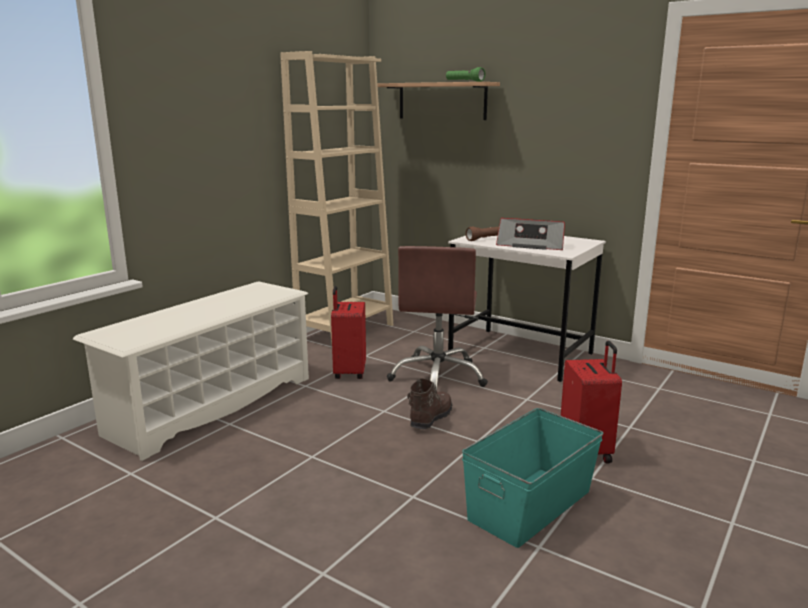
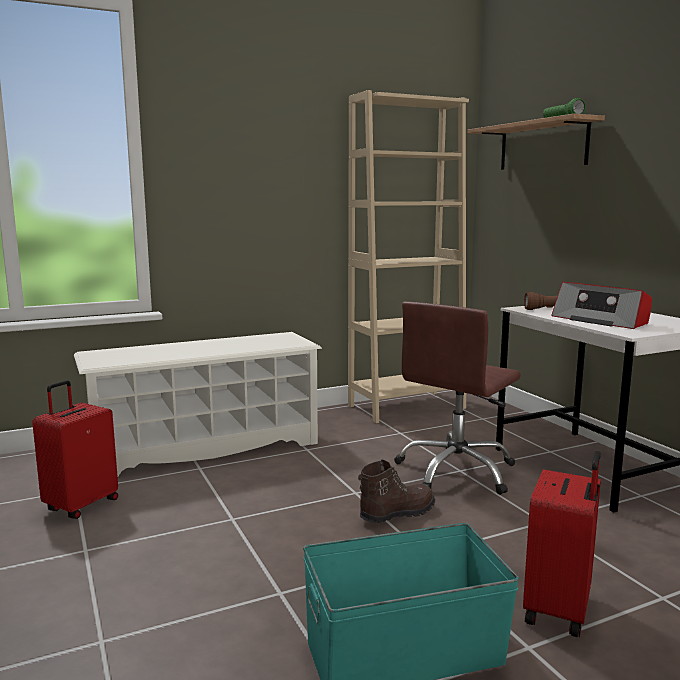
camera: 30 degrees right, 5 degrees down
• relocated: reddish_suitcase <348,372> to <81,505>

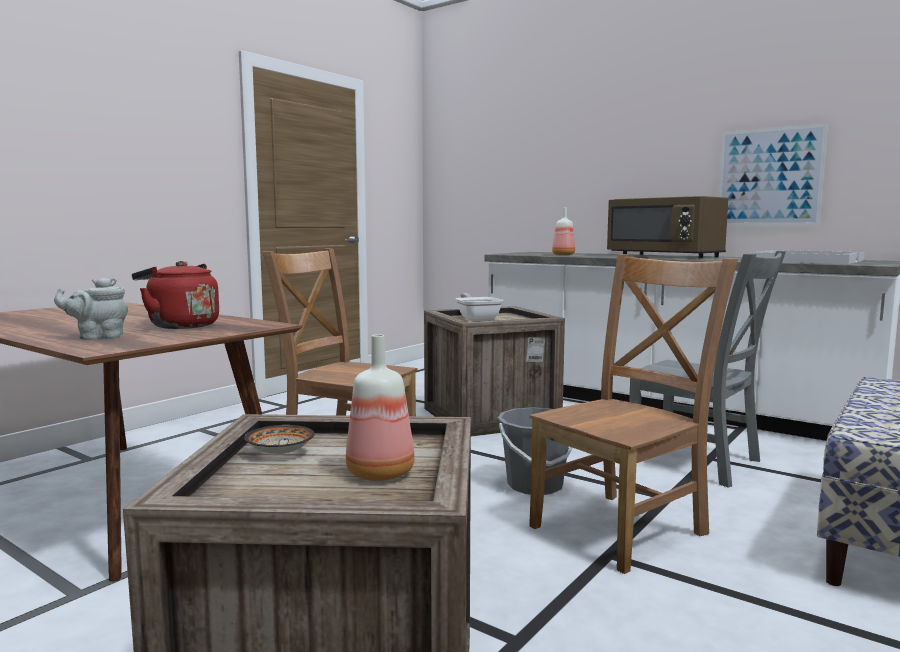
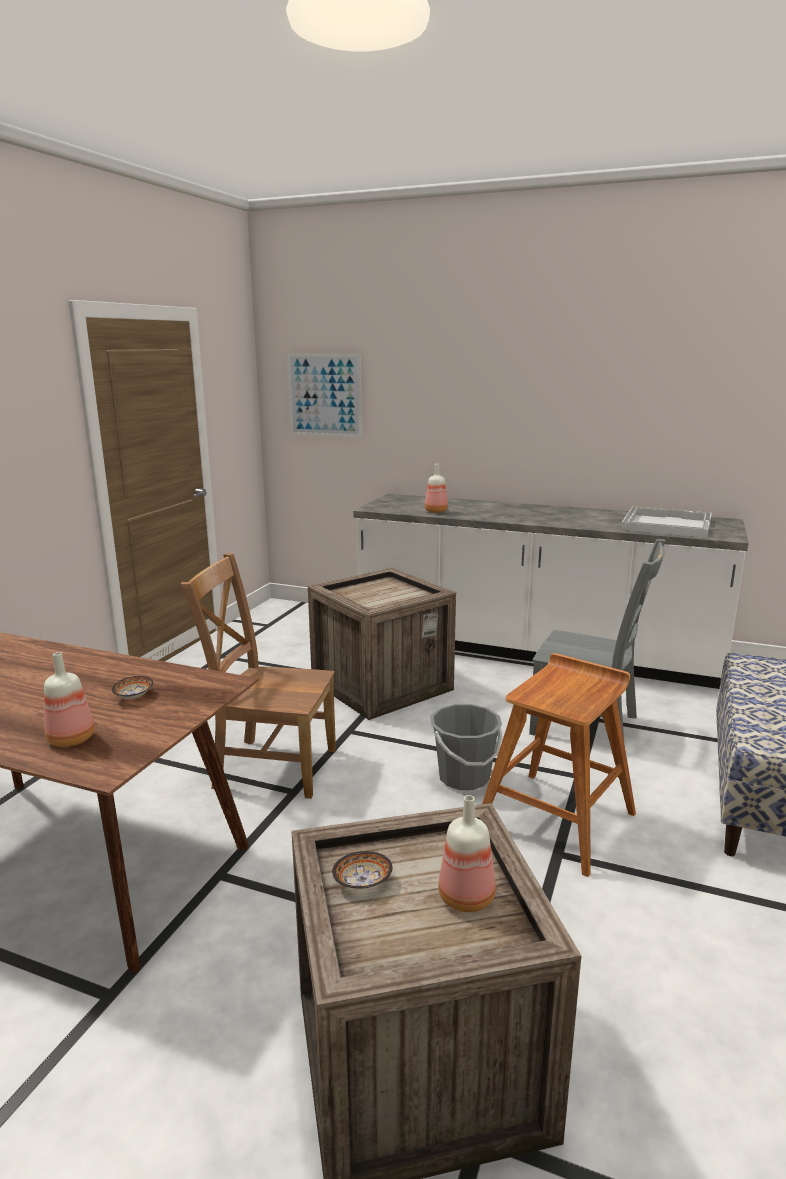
camera: 15 degrees left, 10 degrees up
• exchanged: gray_pot_for_tea <98,337> to bottle <73,739>
• exchanged: reddish_tea_kettle <180,326> to serving_bowl <134,697>
• relocated: wall_art <769,177> to <324,395>
• exchanged: brown-coloured_plain_chair <623,528> to brown-coloured_stool <557,819>
• missing: skillet <477,319>
• missing: brown-coloured_microwave_oven <665,256>

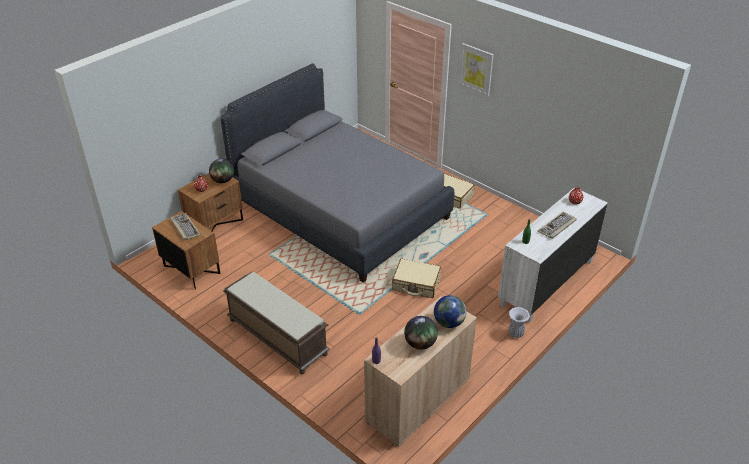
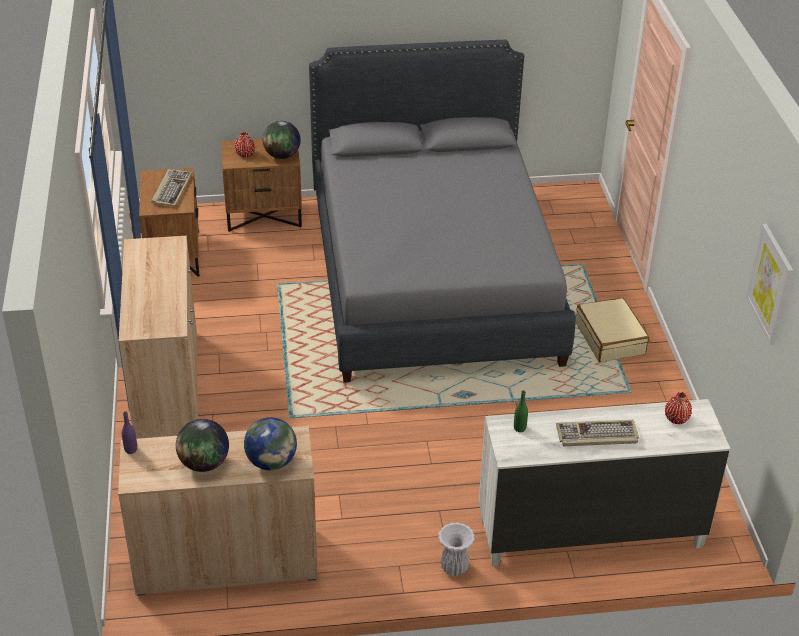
camera: 40 degrees right, 0 degrees up
• exchanged: brown-coloured_bench <276,337> to beige_cupboard <167,385>
• relocated: wall_art <476,69> to <770,284>
• missing: beige_suitcase <416,284>

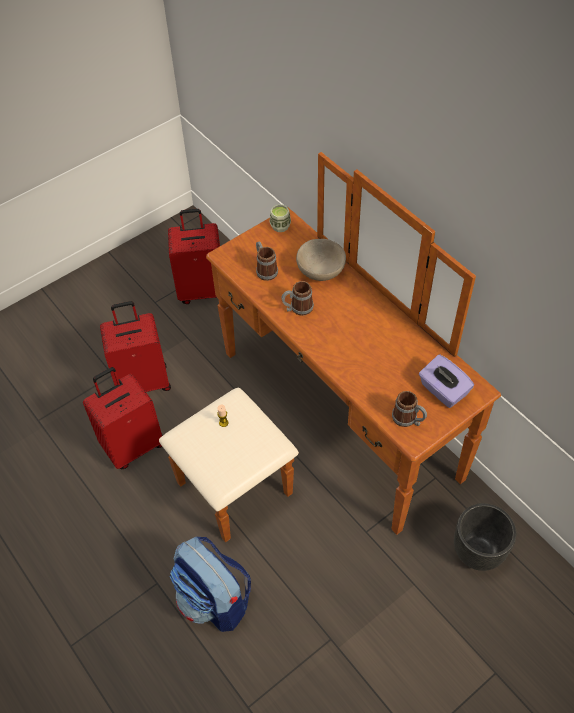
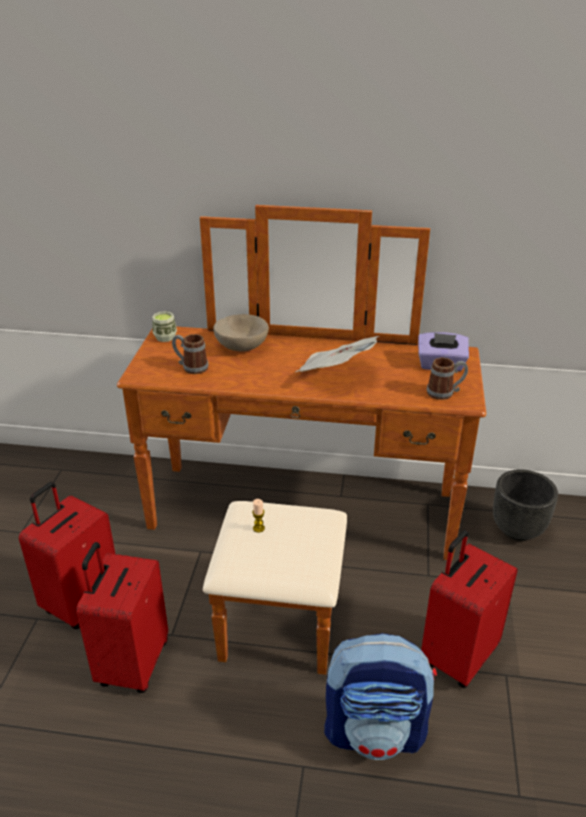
camera: 45 degrees left, 20 degrees down
• appeared: printed_paper <335,373>
• relocated: reddish_suitcase <202,290> to <457,656>
• missing: coffee_mug <297,308>

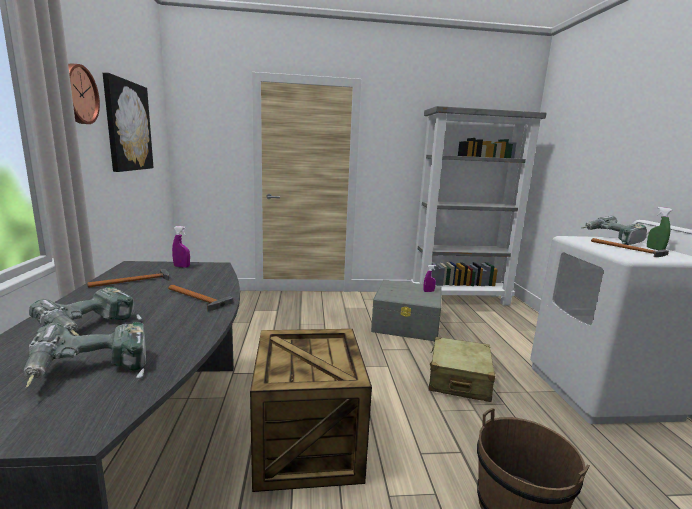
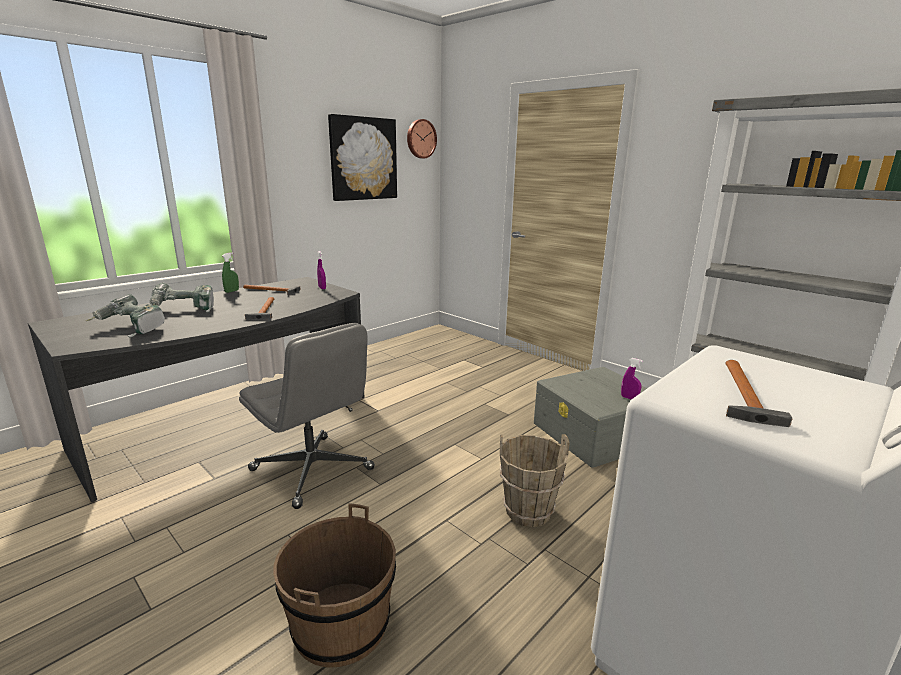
camera: 50 degrees right, 5 degrees up
• relocated: green-coloured_hand_sprayer <655,249> to <232,291>
• exchanged: packing_crate <309,443> to gray_desk_chair <313,470>
• relocated: hanging_clock <77,94> to <420,139>
• exchanged: beige_suitcase <458,379> to brown-coloured_bucket <528,512>
• missing: electric_drill <610,240>

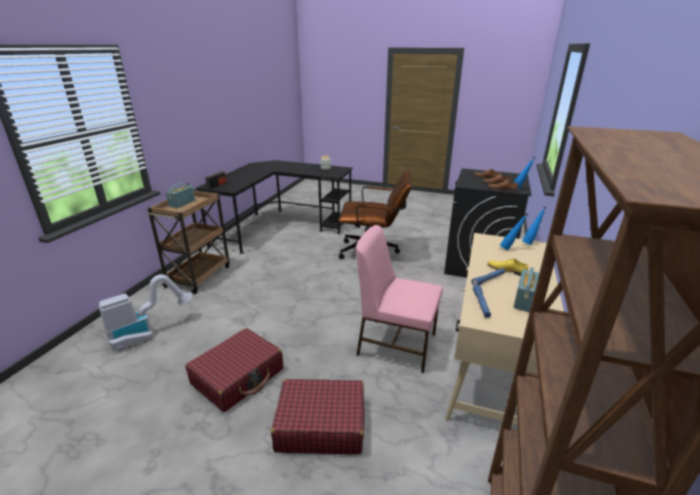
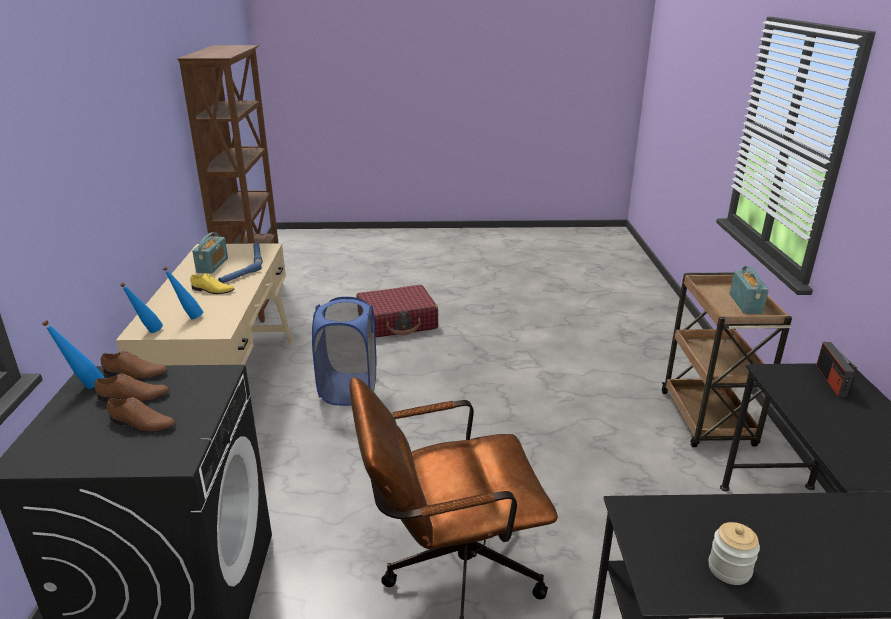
camera: 160 degrees right, 0 degrees up
• exchanged: pink-coloured_plain_chair <395,343> to blue-coloured_hamper <348,389>
• missing: hoover <147,333>
• missing: reddish_suitcase <238,376>

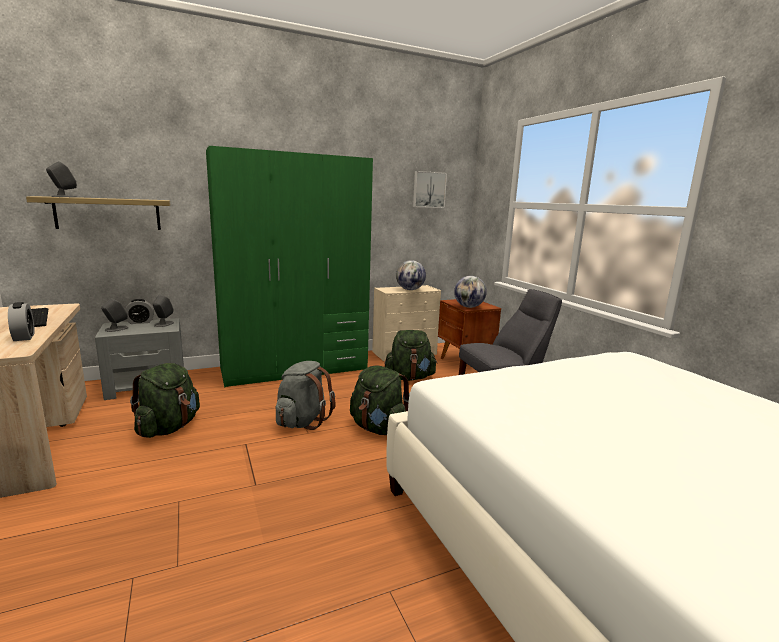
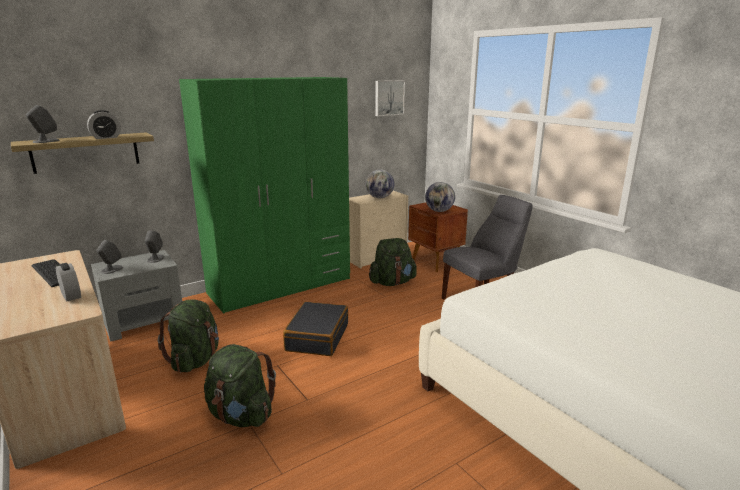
camera: 10 degrees left, 5 degrees up
• relocated: table_clock <140,322> to <106,137>
• relocated: green-coloured_knapsack <378,428> to <241,415>
• exchanged: gray_knapsack <303,421> to blackish_suitcase <317,337>

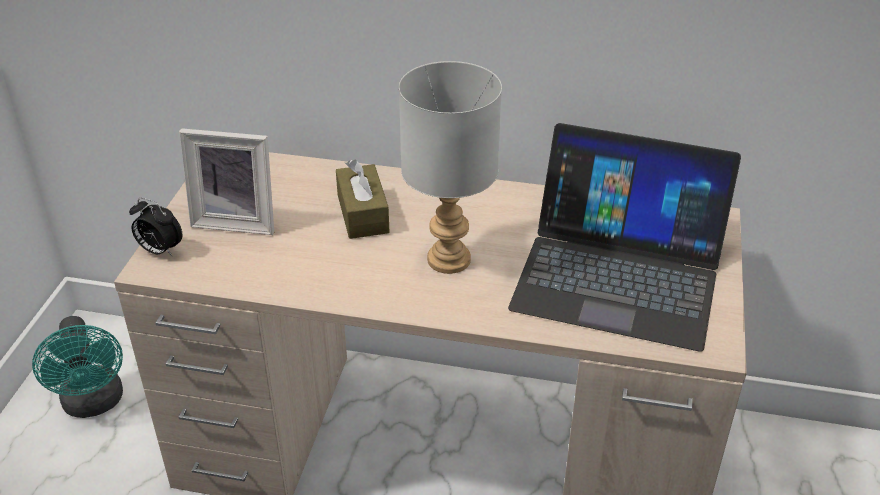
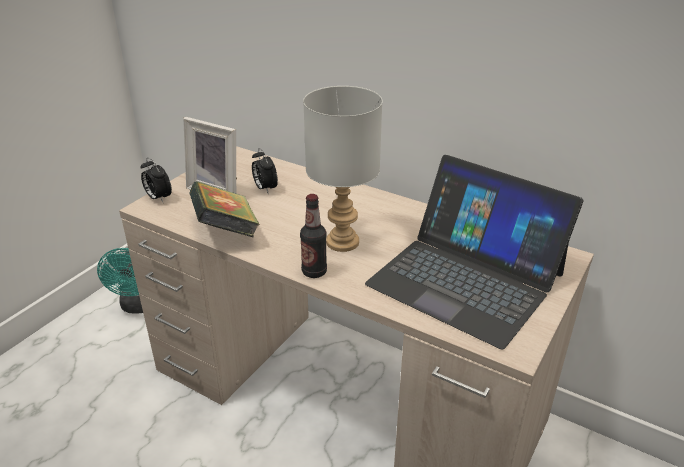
camera: 20 degrees right, 5 degrees down
• appeared: bound_book <226,231>
• appeared: table_clock <265,188>
• appeared: bottle <314,272>
• missing: brown-coloured_box_of_tissues <363,214>

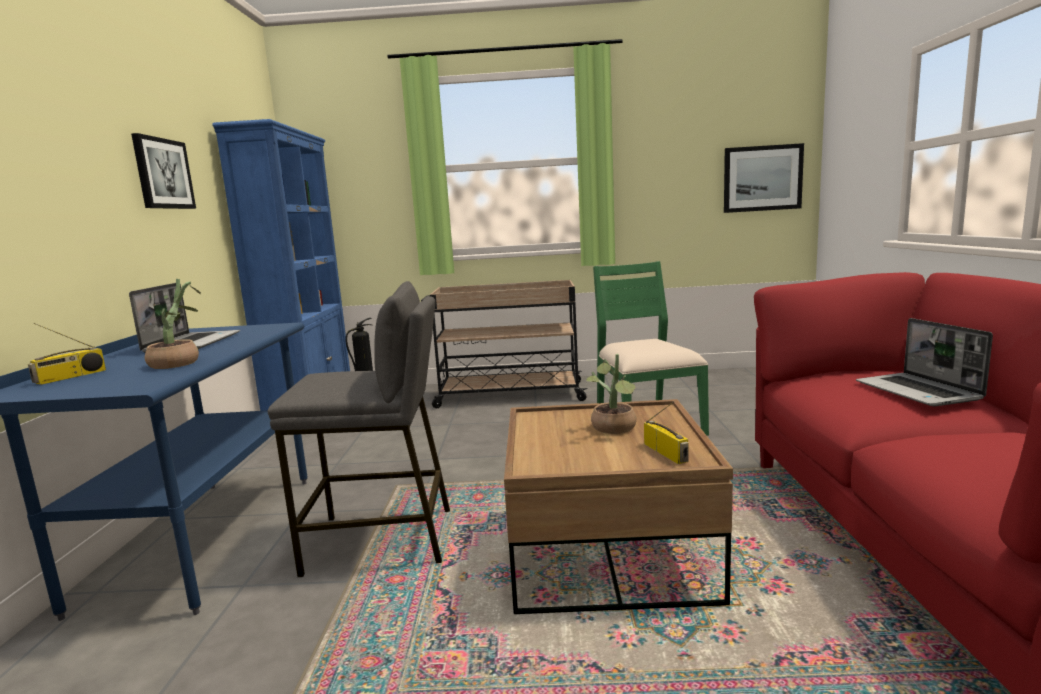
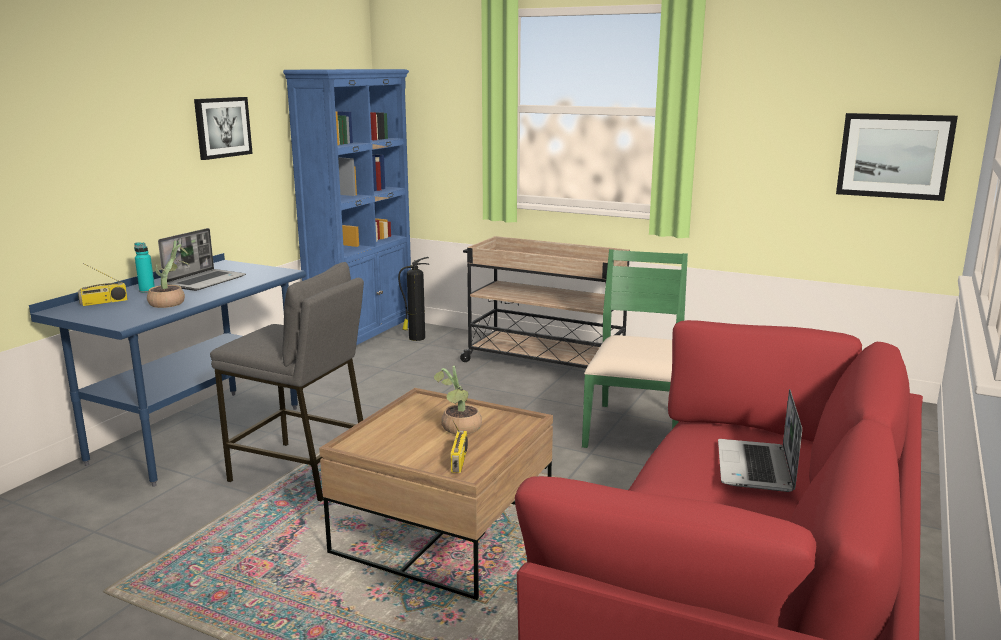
camera: 25 degrees right, 5 degrees up
• appeared: turquoise_bottle <147,291>

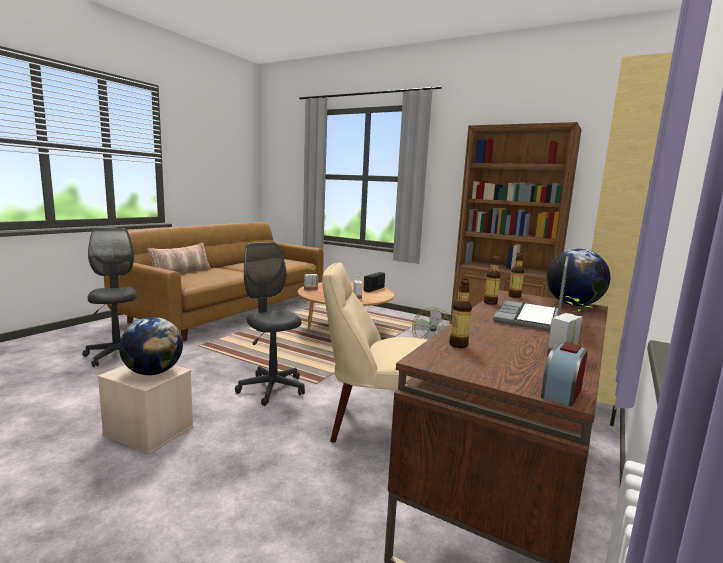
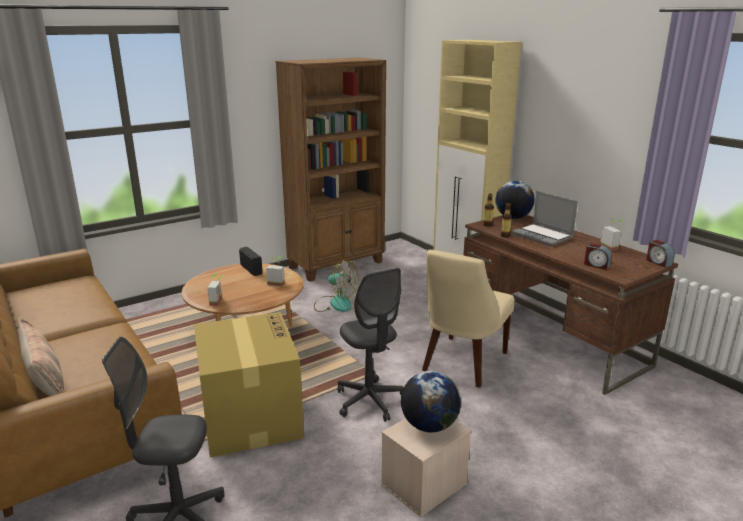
camera: 65 degrees left, 10 degrees up
• appeared: cardboard_box <250,416>
• spun: gray_desk_chair <272,388> = <370,401> 105 degrees counterclockwise
• exchanged: bottle <458,345> to table_clock <596,265>

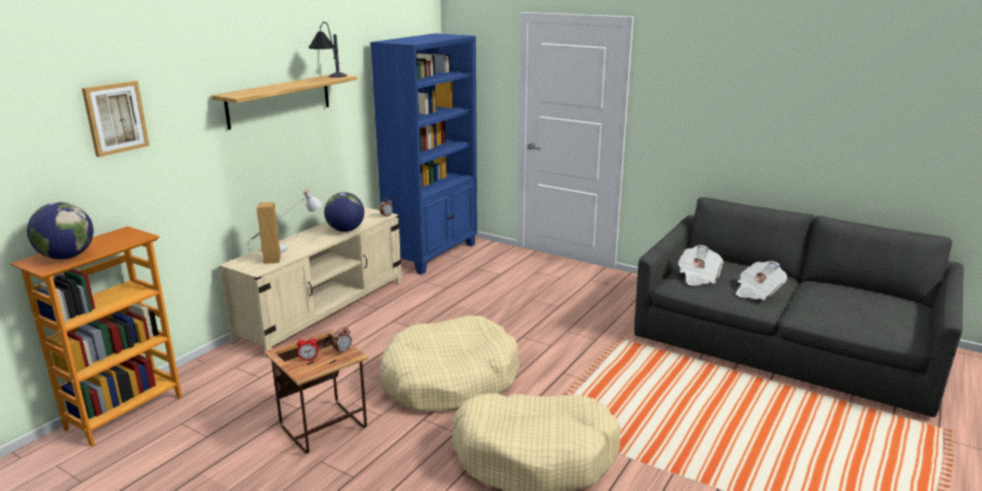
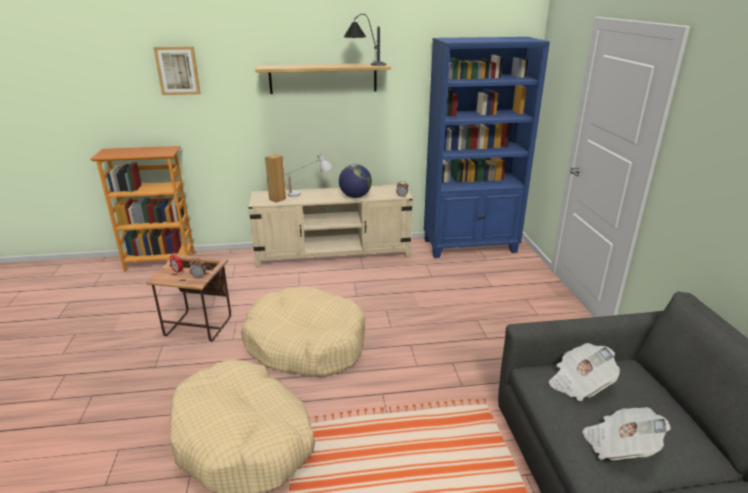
camera: 50 degrees right, 5 degrees up
• missing: globe <67,257>

